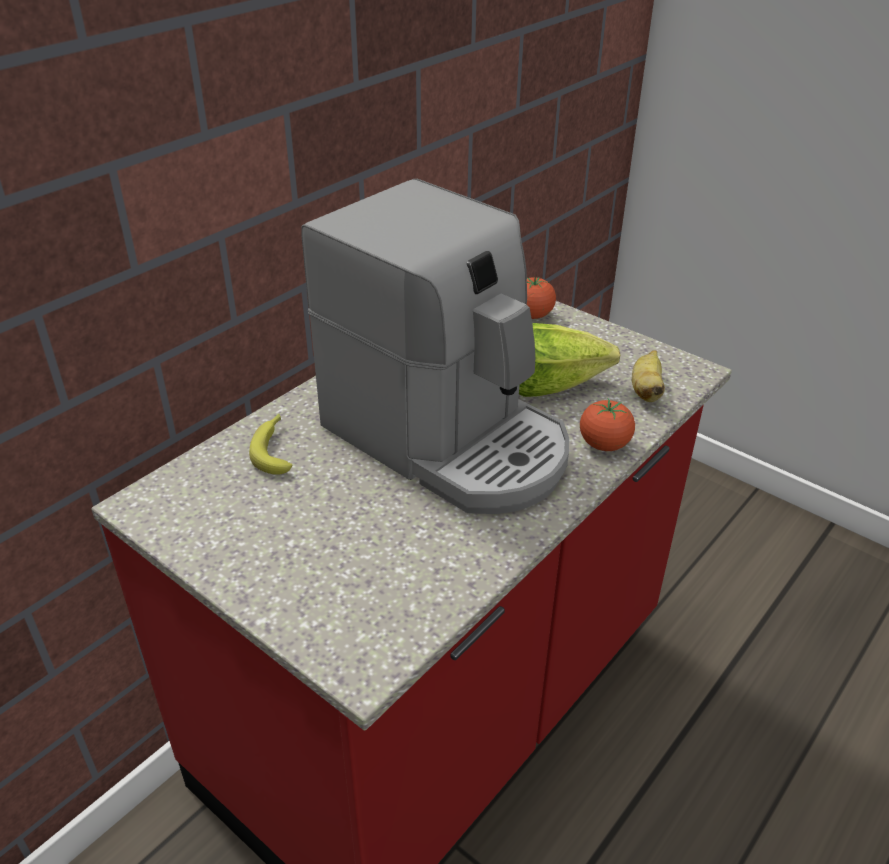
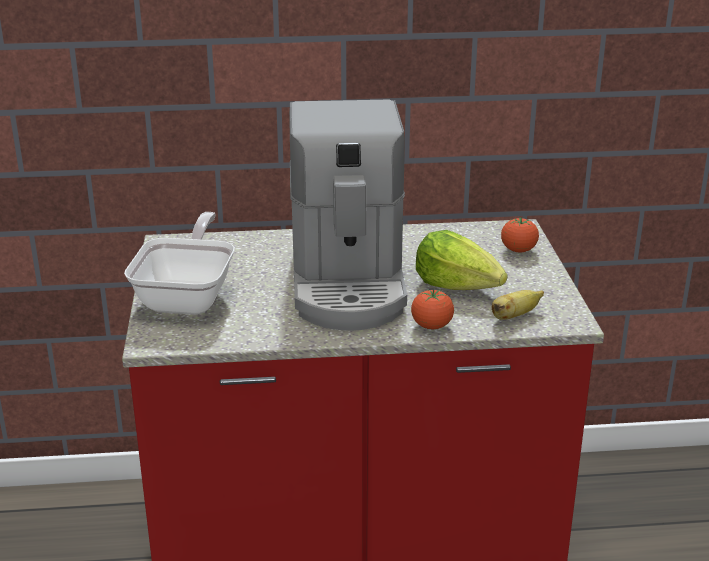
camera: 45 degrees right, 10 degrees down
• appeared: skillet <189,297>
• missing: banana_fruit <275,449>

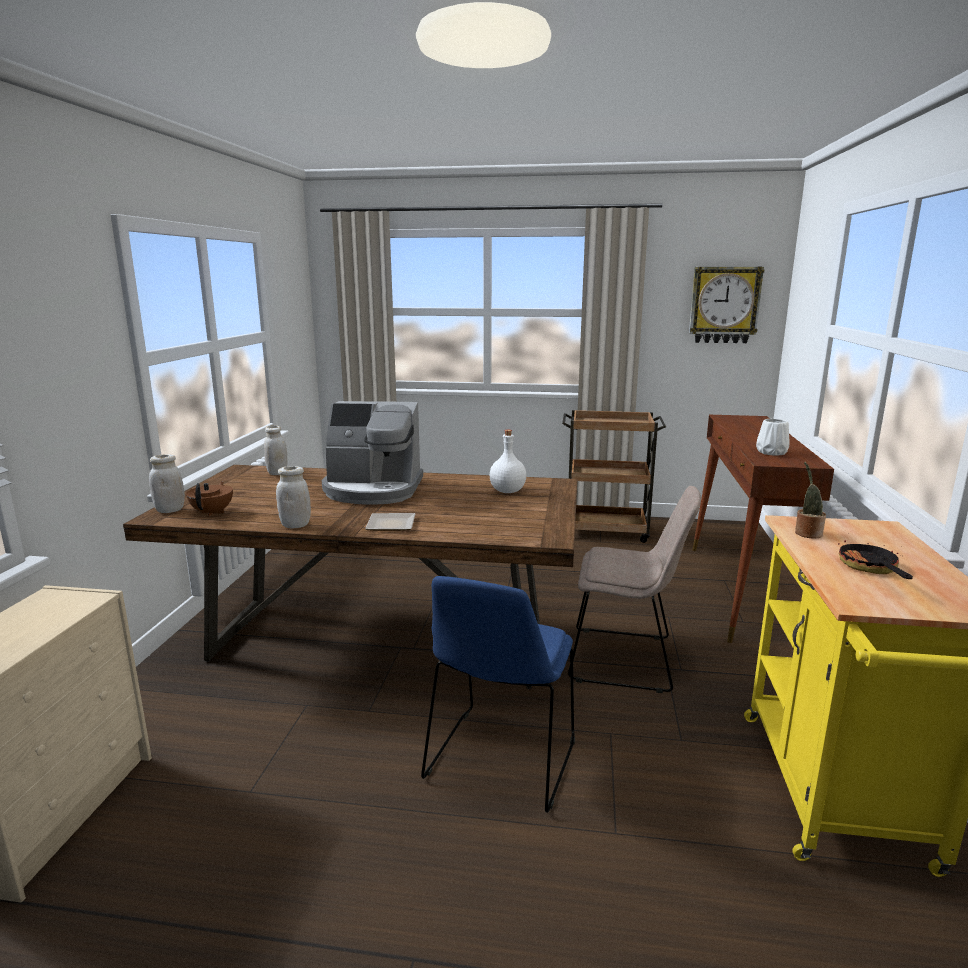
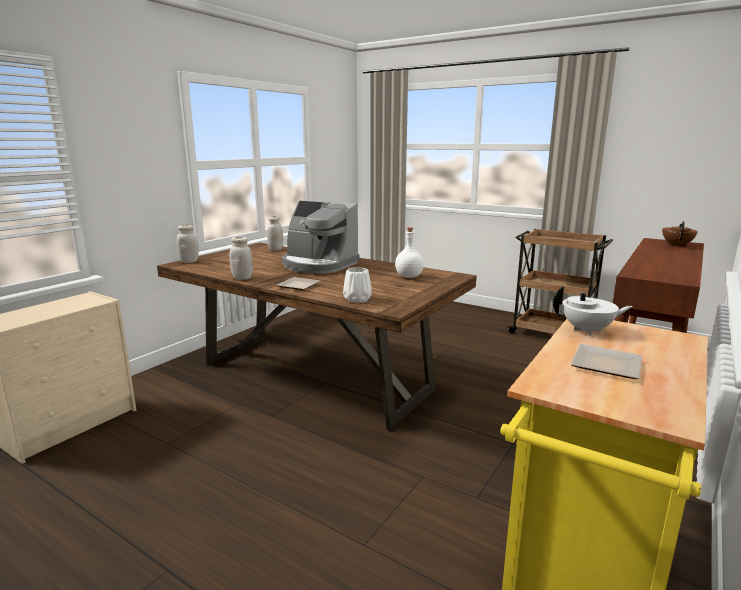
camera: 25 degrees right, 0 degrees up
• relocated: whitish_vase <772,452> to <358,299>
• exchanged: potted_plant <807,533> to whitish_pot_for_tea <587,330>
• exchanged: skillet <870,569> to dinner_plate <603,365>
• relocated: brown-coloured_pot_for_tea <213,512> to <677,245>
• missing: blue-coloured_plain_chair <500,762>
• missing: beige_plain_chair <626,660>
• missing: hanging_clock <724,305>

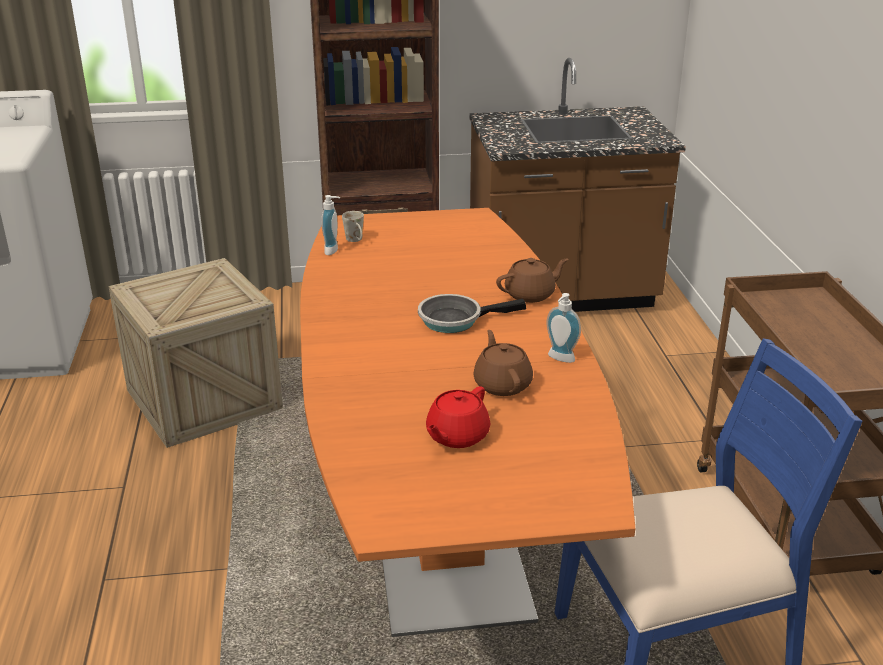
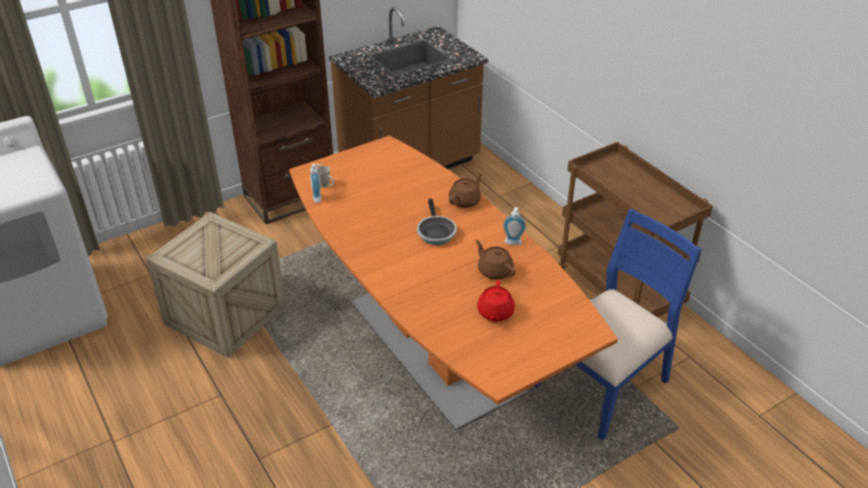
camera: 25 degrees left, 10 degrees up
• spun: skillet <455,319> = <435,232> 60 degrees counterclockwise

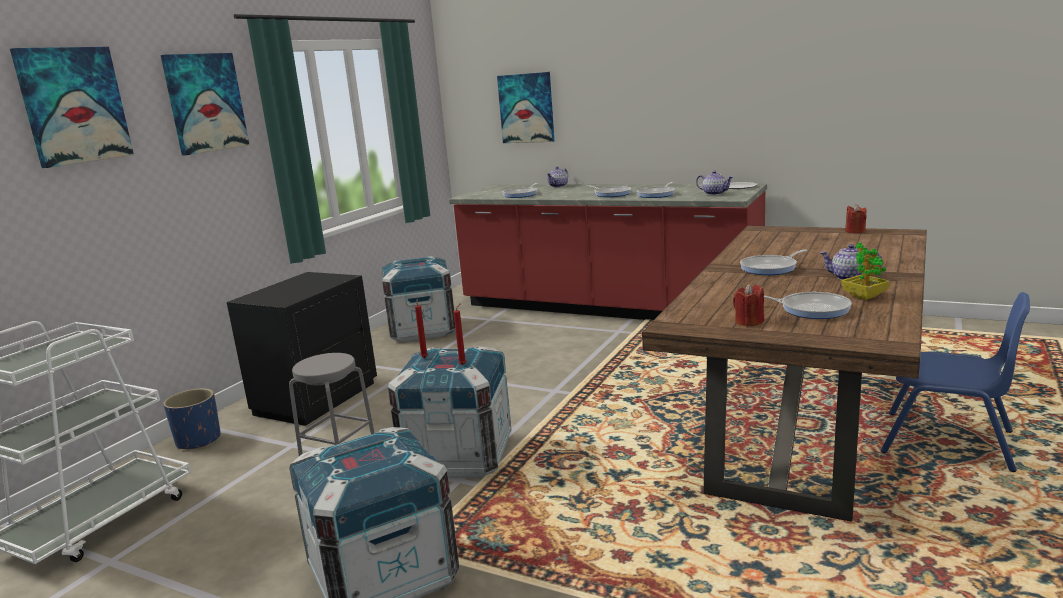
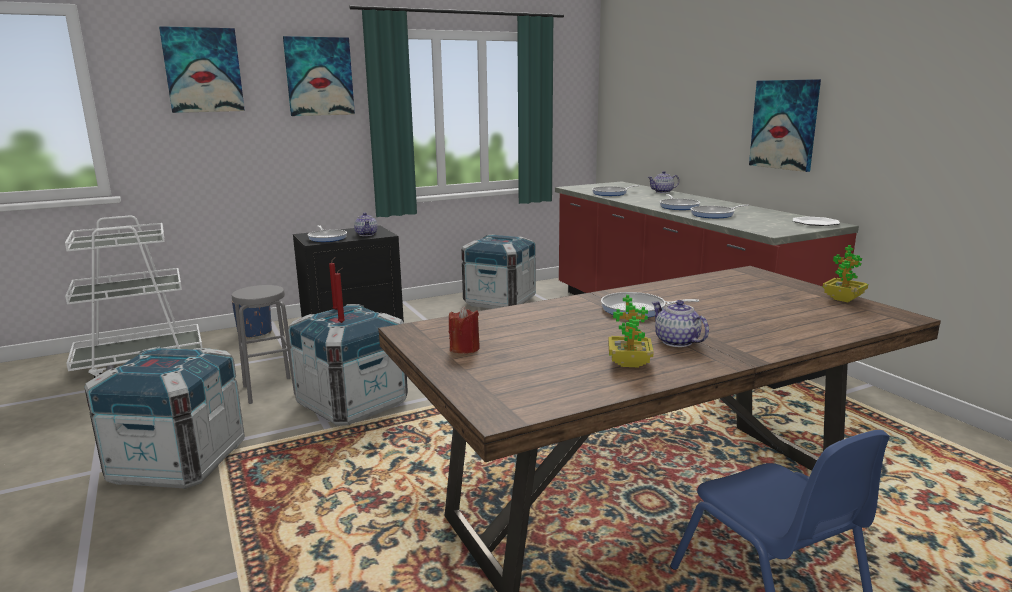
camera: 35 degrees right, 0 degrees up
• relocated: skillet <811,309> to <327,238>
• relocated: pot_for_tea <714,193> to <366,234>
• relocated: wall_art <526,108> to <784,124>
• exchanged: reddish_candle <855,231> to potted_plant <843,299>

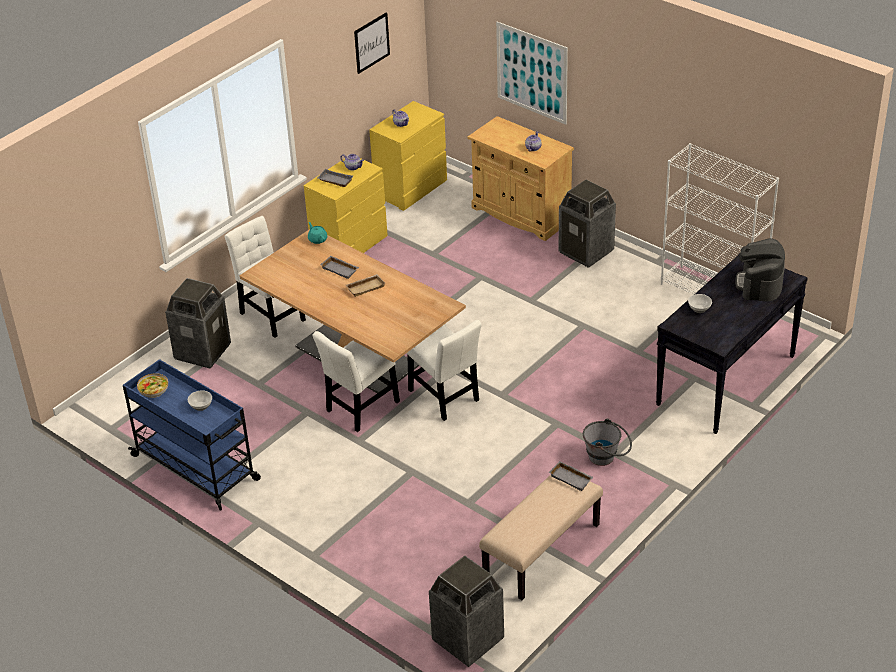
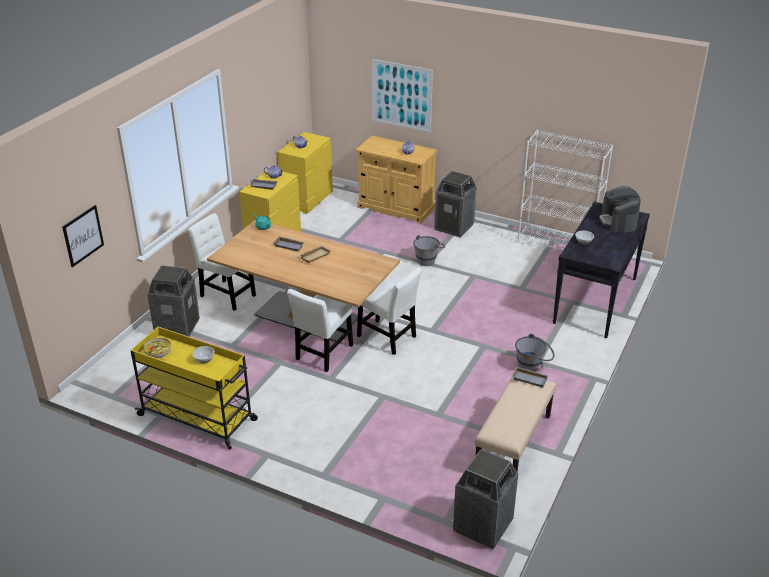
camera: 15 degrees left, 5 degrees down
• relocated: wall_art <371,42> to <83,235>
• colour: blue-coloured_trolley <196,468> to yellowish_trolley <198,418>
• appeared: gray_bucket <428,260>

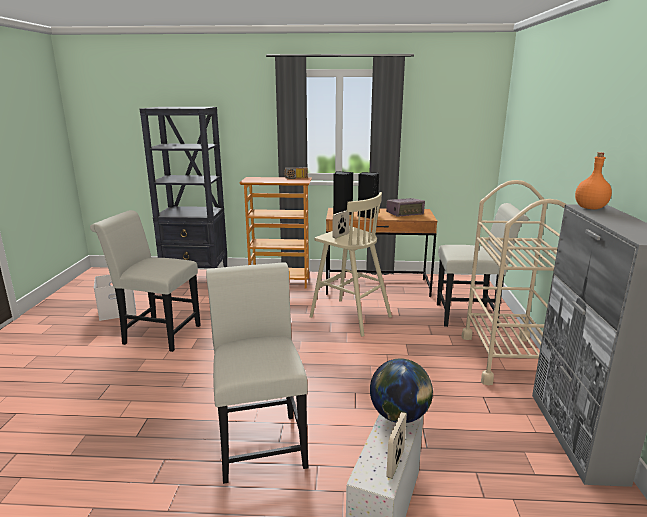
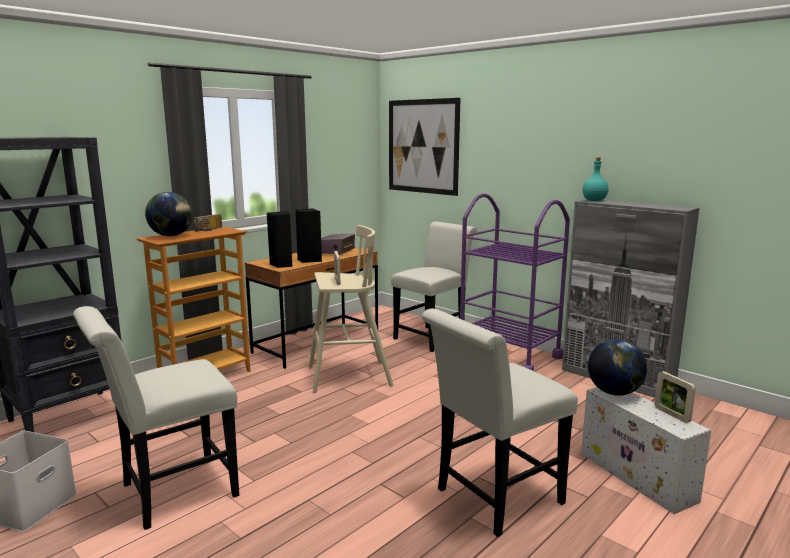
camera: 50 degrees left, 5 degrees down
• appeared: globe <171,236>
• appeared: wall_art <422,146>
• spun: whitish_plain_chair <260,441> = <492,499> 60 degrees counterclockwise
• colour: beige_trolley <507,359> to purple-coloured_trolley <508,355>
• colour: orangey_bottle <589,208> to turquoise_bottle <594,201>

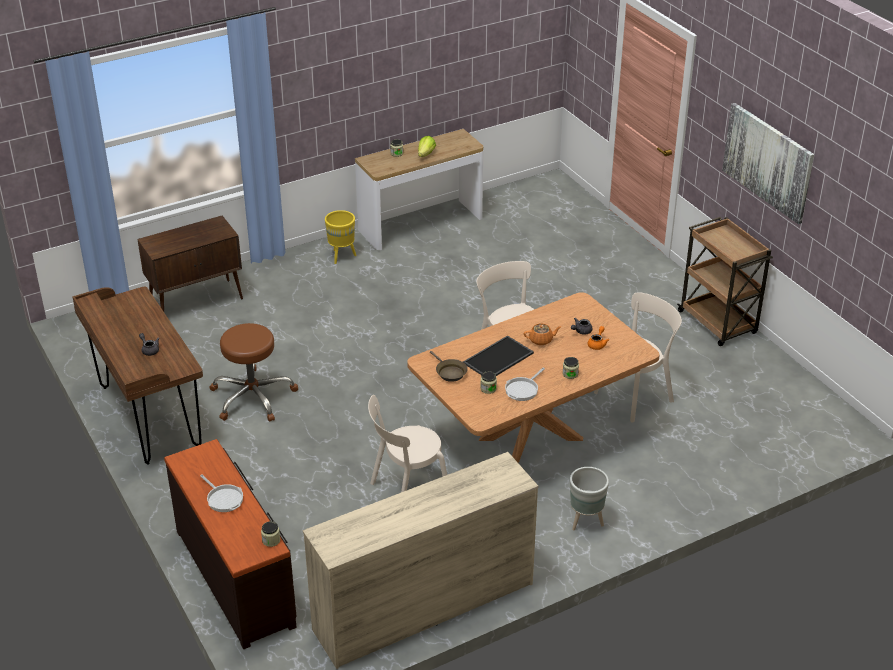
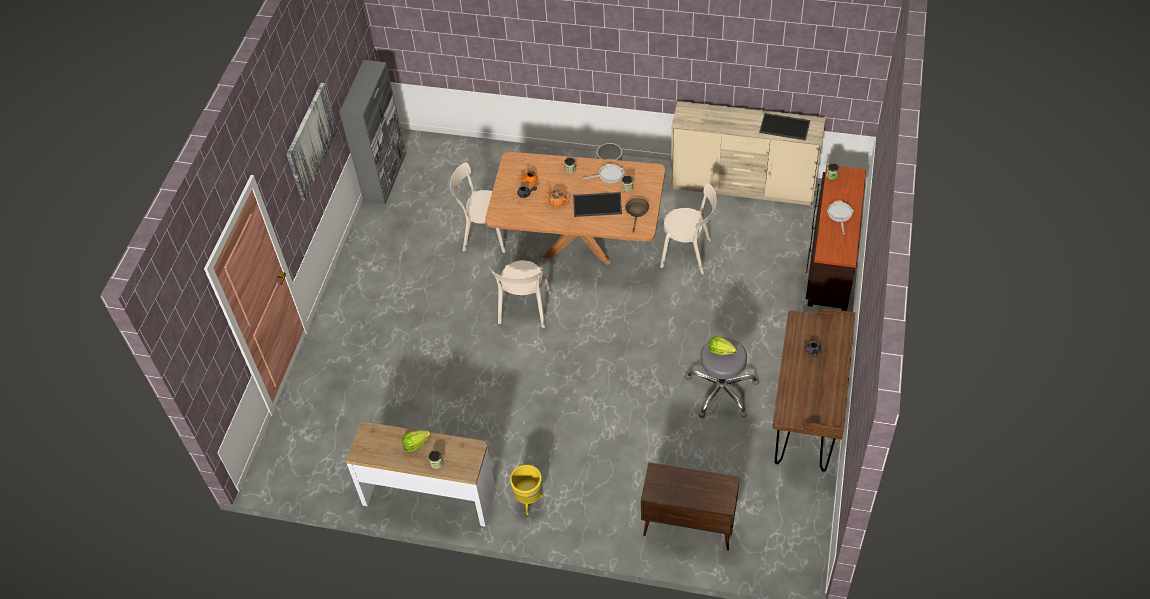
camera: 135 degrees left, 15 degrees up
• appeared: gray_cupboard <385,177>
• colour: brown-coloured_stool <252,397> to gray_stool <721,390>
• appeared: head_of_lettuce <721,350>
• appeared: tray <785,126>
• missing: brown-coloured_trolley <718,323>

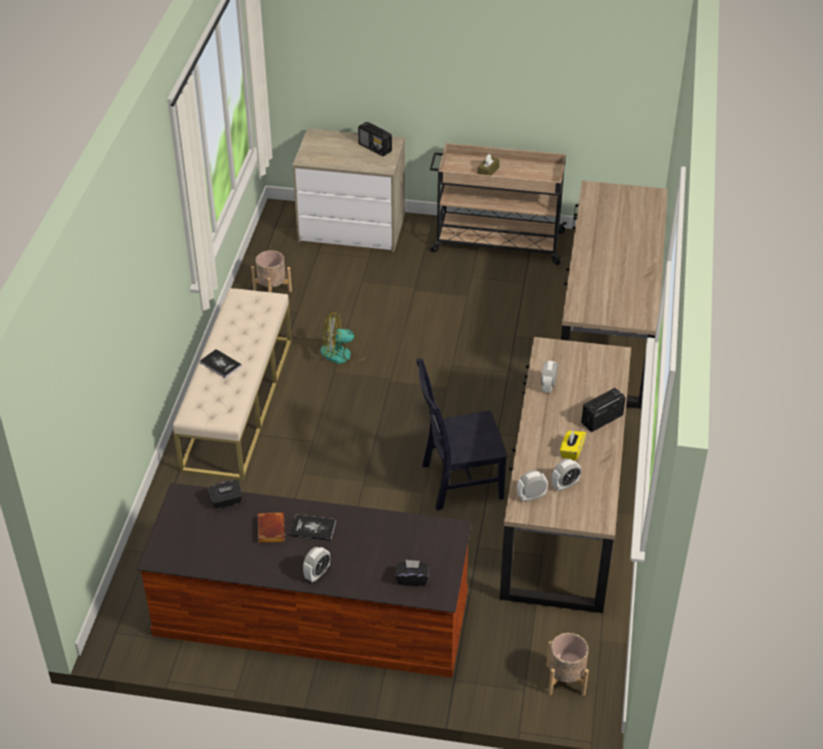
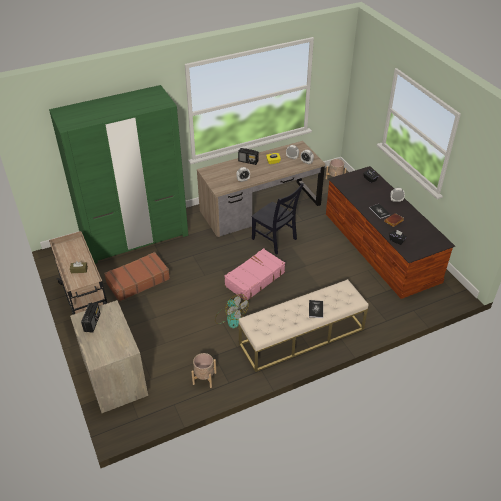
camera: 125 degrees left, 0 degrees up
• exchanged: brown-coloured_desk_unit <608,329> to green-coloured_armoire <135,237>
• appeared: brown-coloured_suitcase <138,281>
• appeared: pink-coloured_suitcase <254,279>

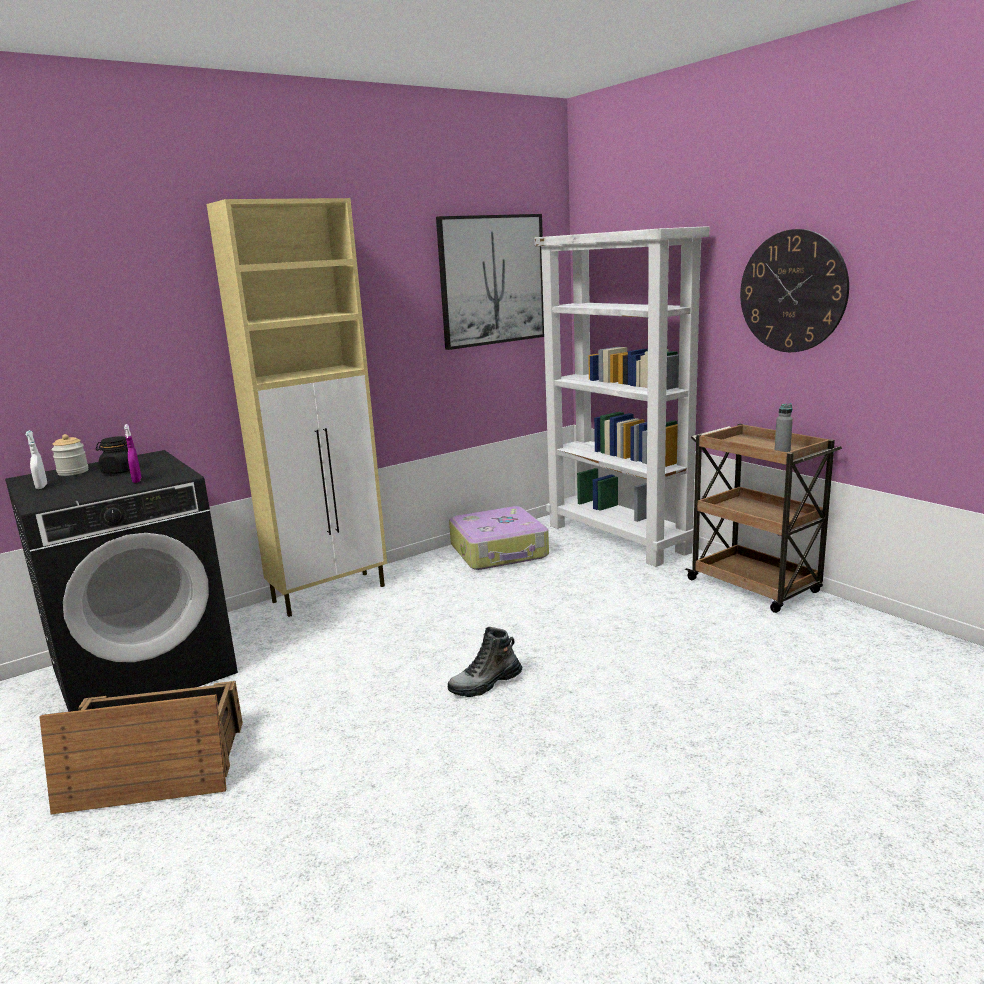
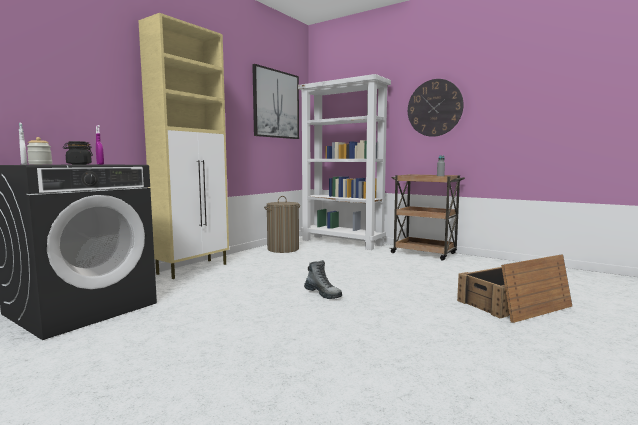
camera: 20 degrees left, 10 degrees down
• exchanged: suitcase <499,551> to hamper <283,249>
• spun: high-top_boot <485,684> = <323,294> 90 degrees counterclockwise
• relocated: packing_crate <153,767> to <513,304>

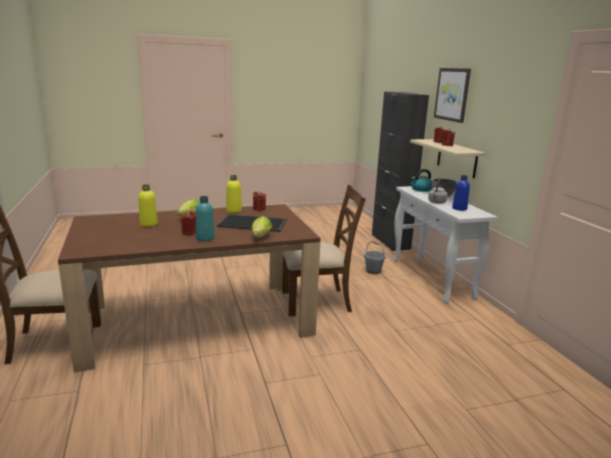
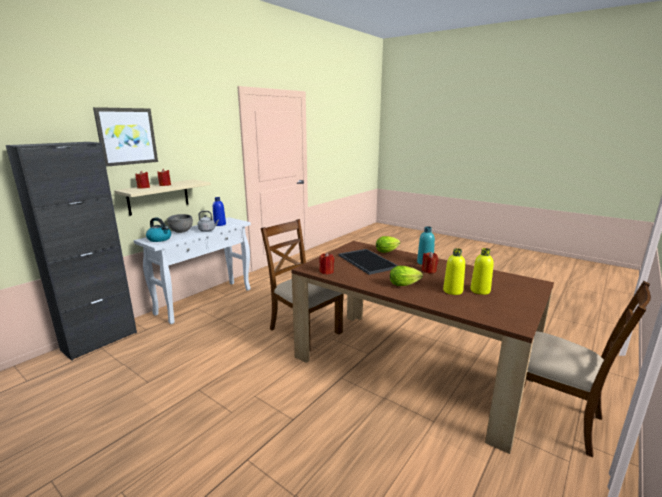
camera: 125 degrees left, 0 degrees up
• relocated: yellowish_bottle <233,210> to <480,291>
• missing: gray_bucket <373,271>

